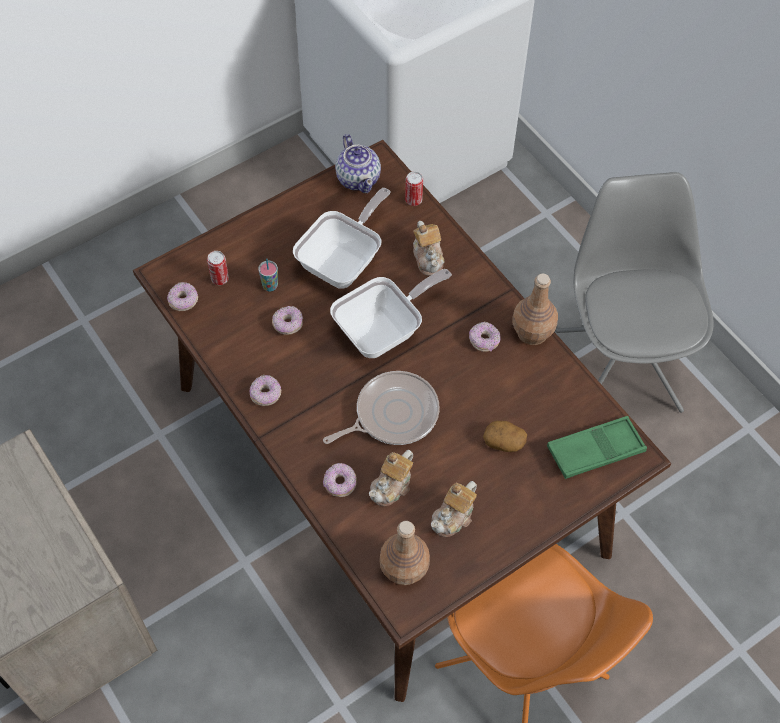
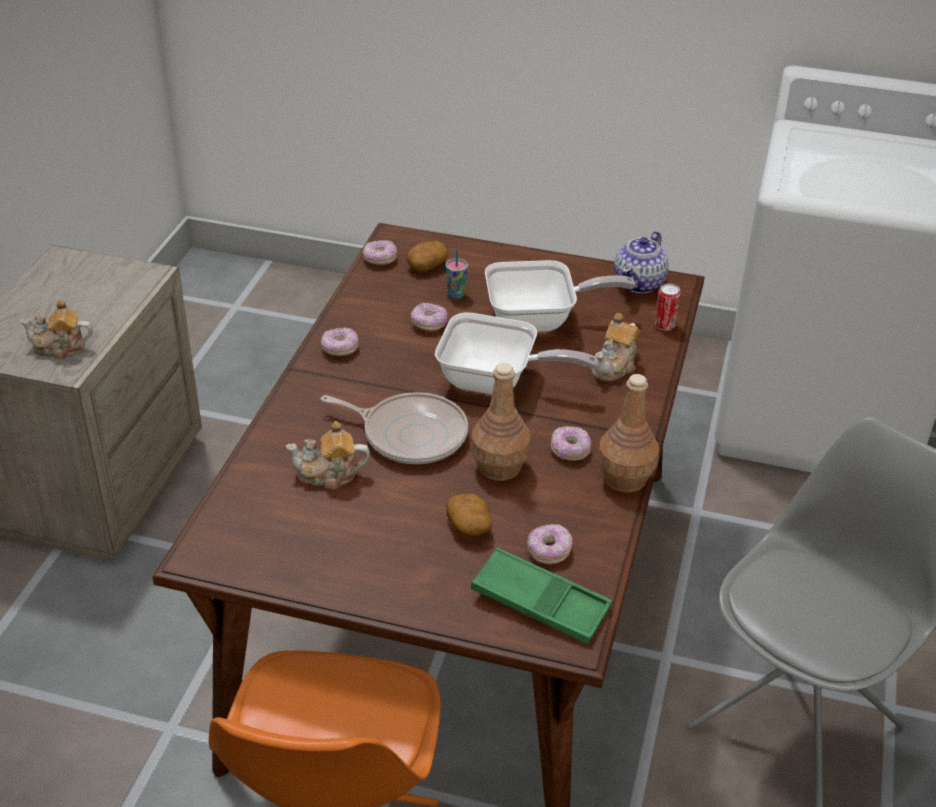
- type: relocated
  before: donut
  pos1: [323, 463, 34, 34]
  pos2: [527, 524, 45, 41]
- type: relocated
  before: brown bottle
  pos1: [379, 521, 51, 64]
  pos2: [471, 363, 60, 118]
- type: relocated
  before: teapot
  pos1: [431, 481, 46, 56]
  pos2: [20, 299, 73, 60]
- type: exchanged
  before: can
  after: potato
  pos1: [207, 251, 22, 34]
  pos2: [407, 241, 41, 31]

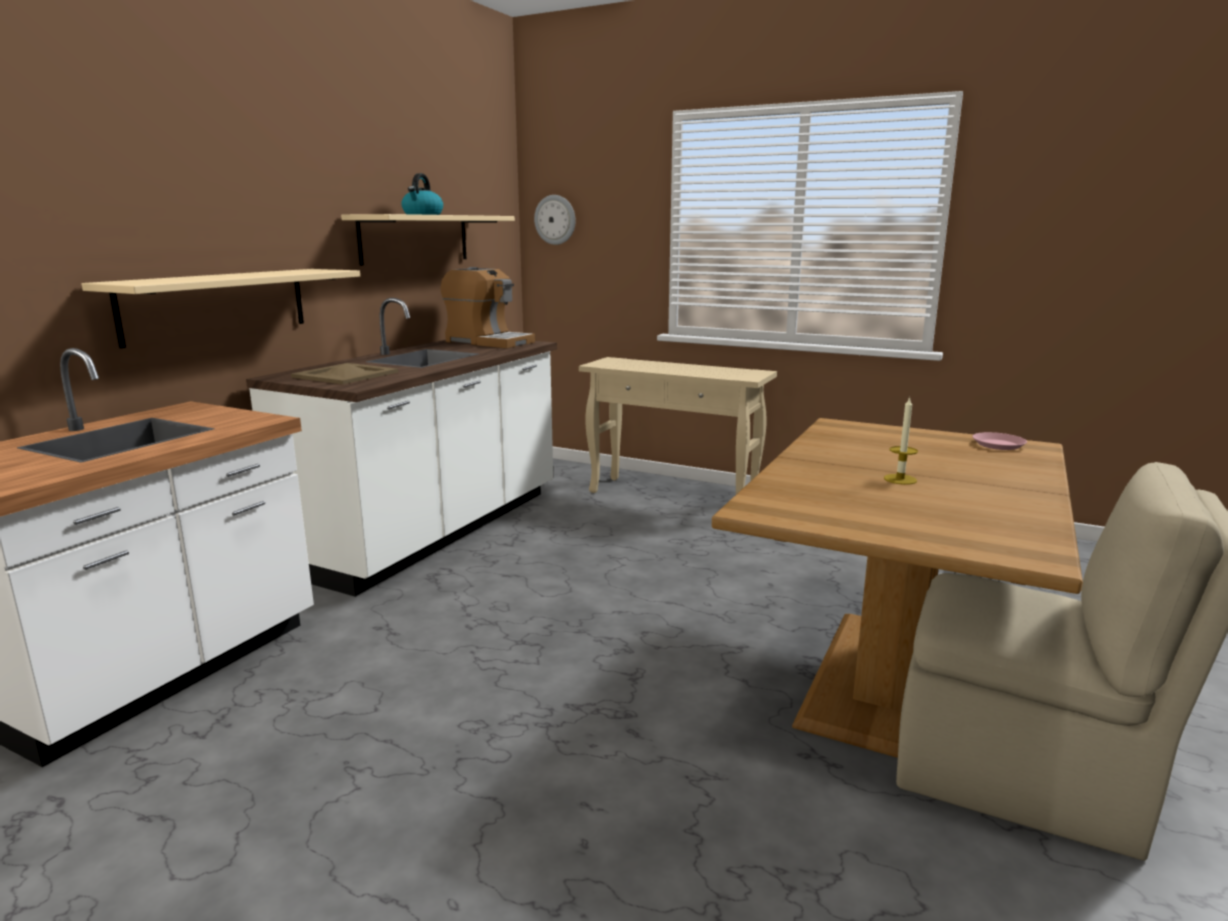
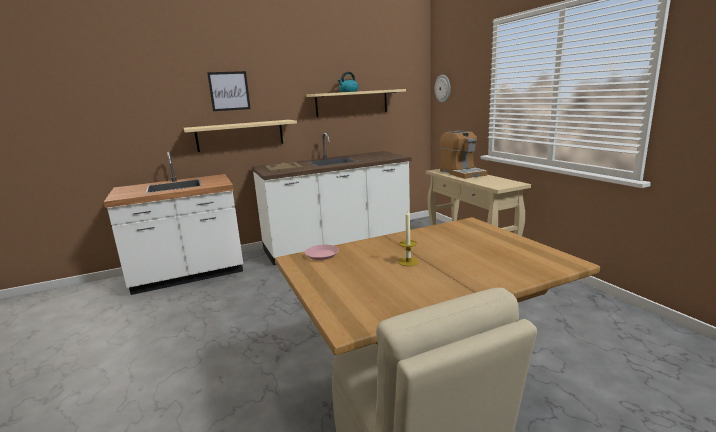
- type: appeared
  after: picture
  pos2: [207, 71, 44, 40]
- type: relocated
  before: coffee machine
  pos1: [441, 267, 94, 81]
  pos2: [439, 131, 48, 48]
- type: relocated
  before: pink plate
  pos1: [972, 432, 55, 18]
  pos2: [304, 245, 35, 15]

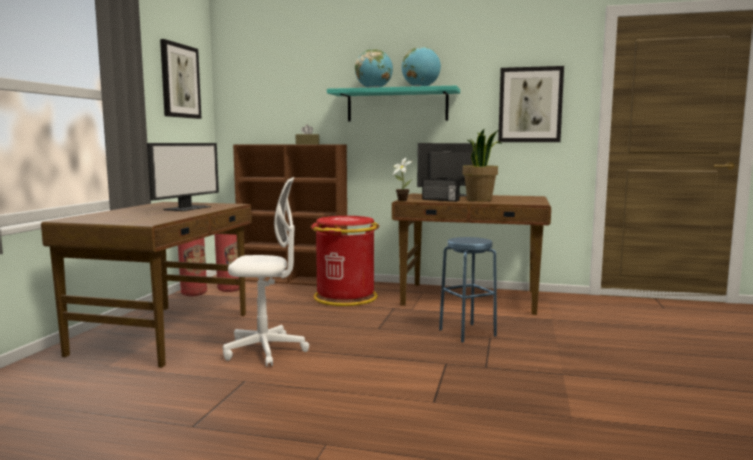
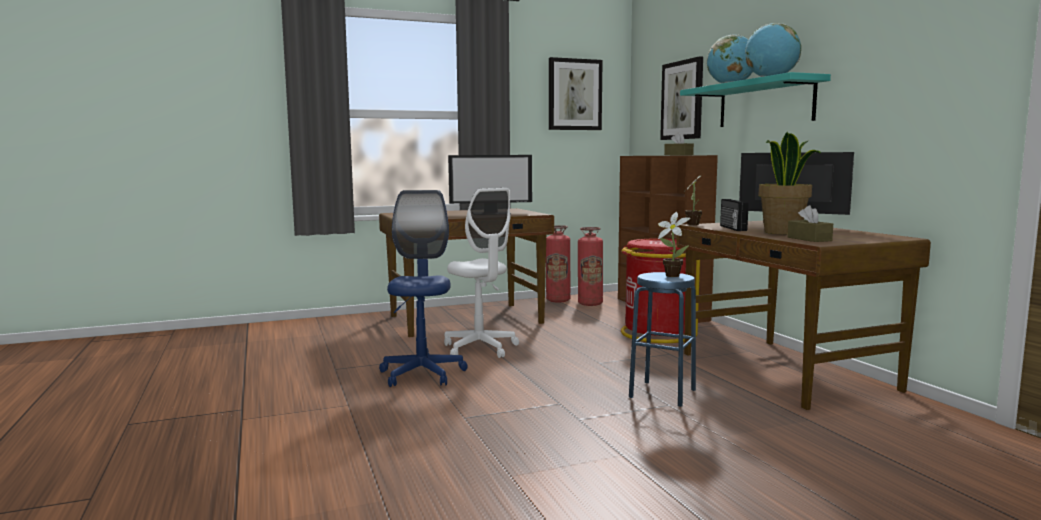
- type: appeared
  after: blue office chair
  pos2: [379, 190, 89, 197]
- type: appeared
  after: potted plant
  pos2: [658, 212, 32, 65]
- type: appeared
  after: brown tissue box
  pos2: [787, 205, 46, 37]
- type: relocated
  before: picture
  pos1: [498, 66, 66, 76]
  pos2: [660, 56, 43, 84]

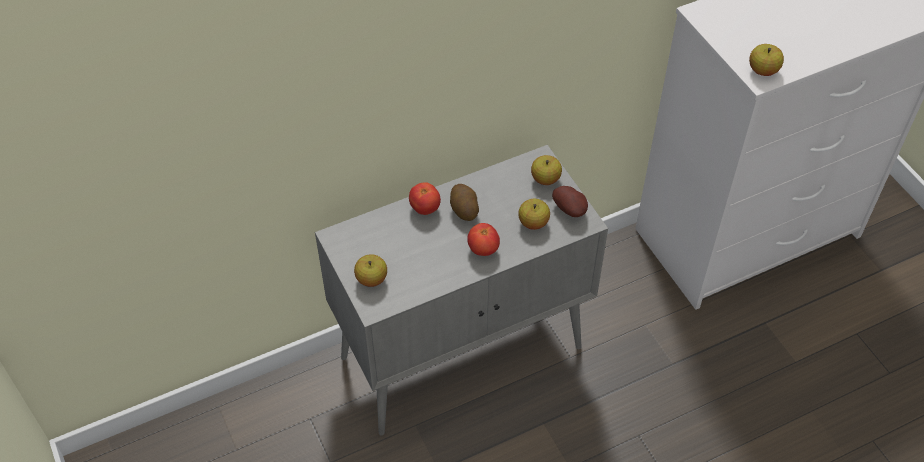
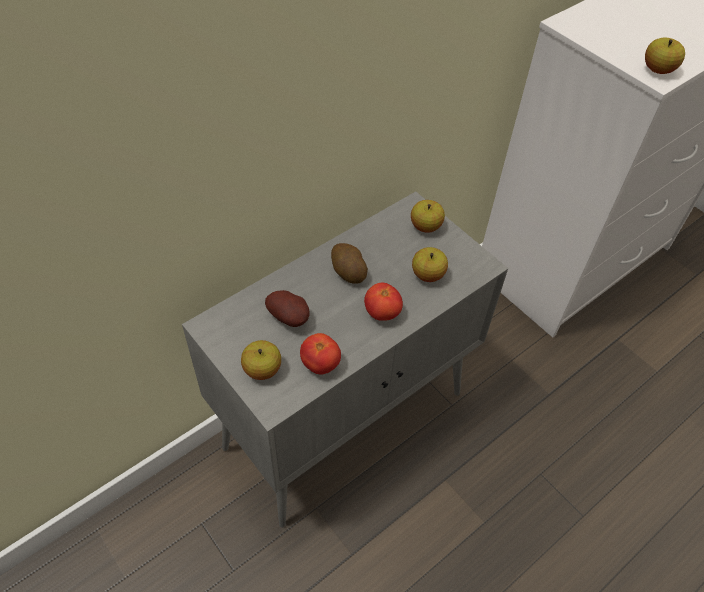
- type: relocated
  before: tomato
  pos1: [409, 182, 32, 33]
  pos2: [300, 333, 41, 42]
- type: relocated
  before: potato
  pos1: [552, 186, 36, 31]
  pos2: [265, 290, 45, 37]

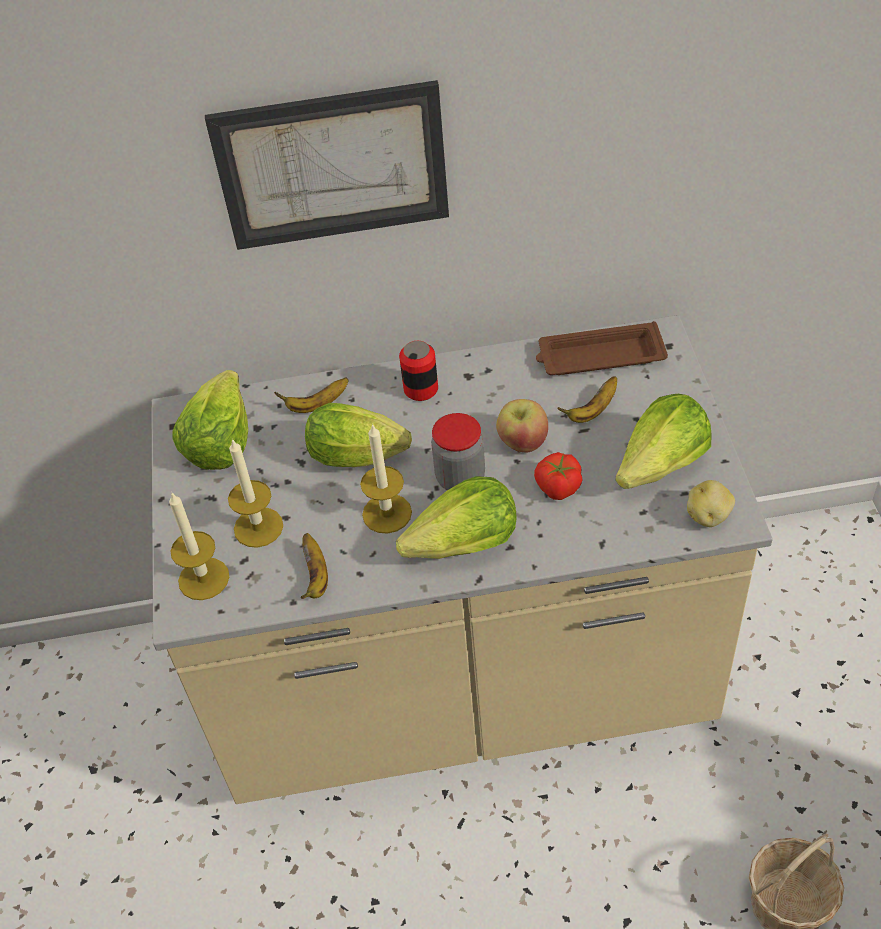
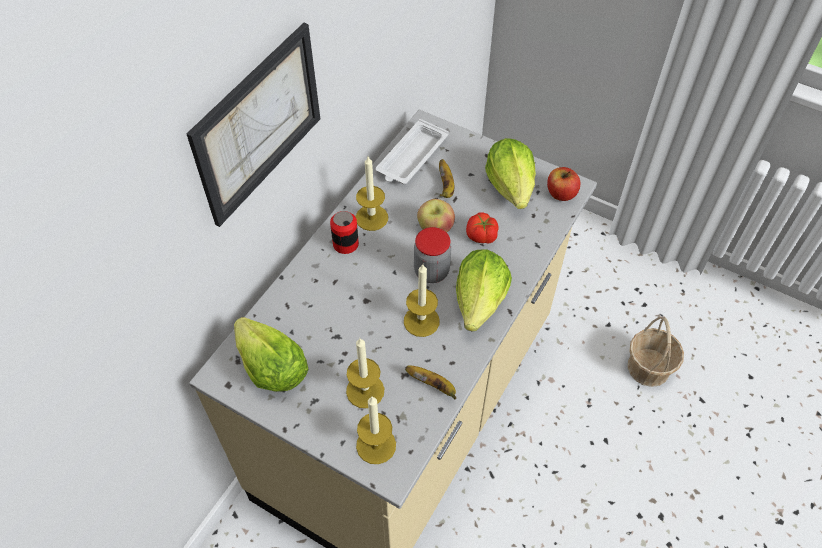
- type: missing
  before: banana
  pos1: [274, 378, 75, 35]
- type: missing
  before: lettuce
  pos1: [305, 403, 107, 64]
- type: appeared
  after: candle
  pos2: [356, 157, 32, 74]
- type: exchanged
  before: potato
  after: apple
  pos1: [687, 480, 48, 47]
  pos2: [547, 167, 33, 34]
- type: colour
  before: brown tray
  after: white tray
  pos1: [536, 321, 132, 54]
  pos2: [376, 119, 73, 65]

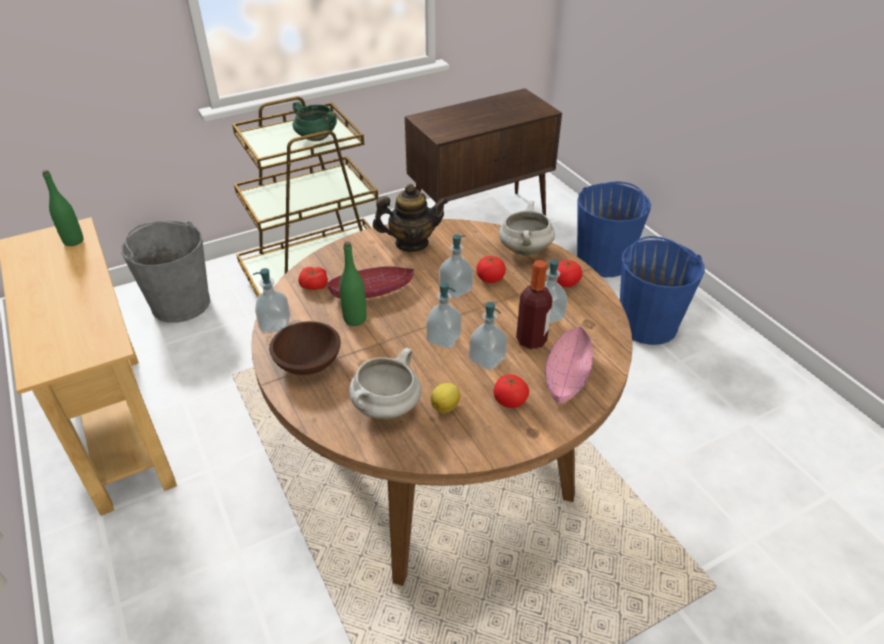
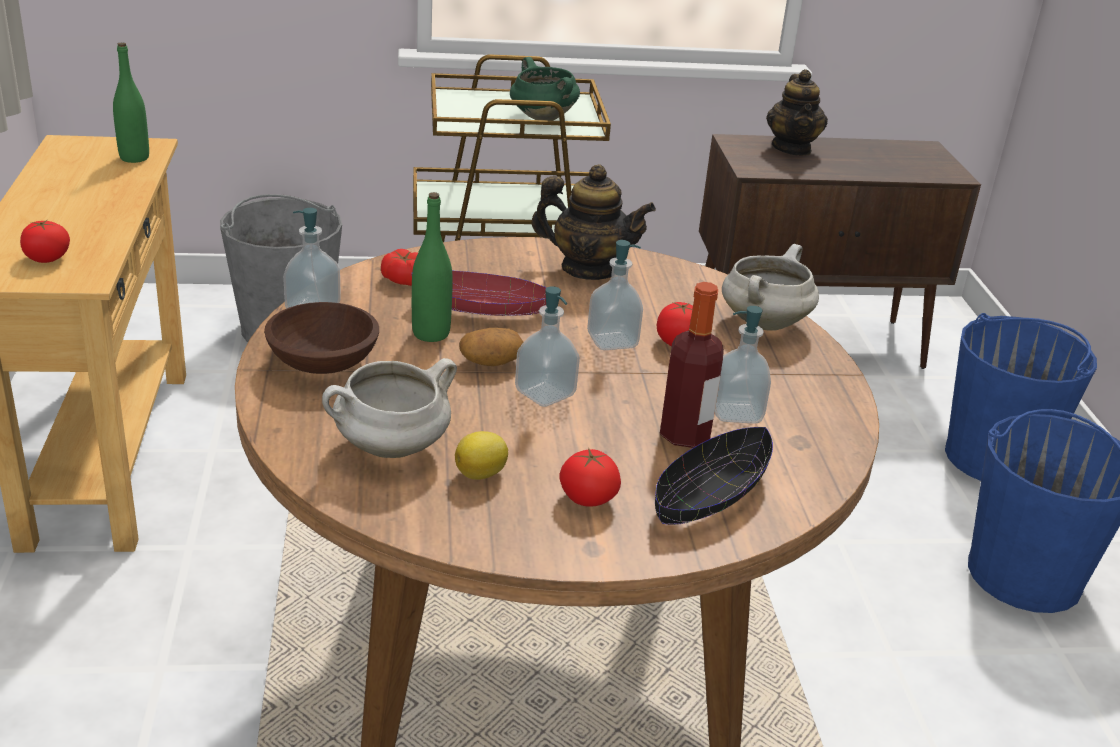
- type: missing
  before: soap dispenser
  pos1: [469, 302, 39, 68]
- type: appeared
  after: potato
  pos2: [459, 328, 65, 38]
- type: appeared
  after: teapot
  pos2: [766, 69, 62, 87]
- type: relocated
  before: tomato
  pos1: [557, 260, 25, 27]
  pos2: [20, 220, 50, 43]
- type: colour
  before: pink bowl
  after: black bowl
  pos1: [545, 326, 48, 78]
  pos2: [655, 427, 118, 98]

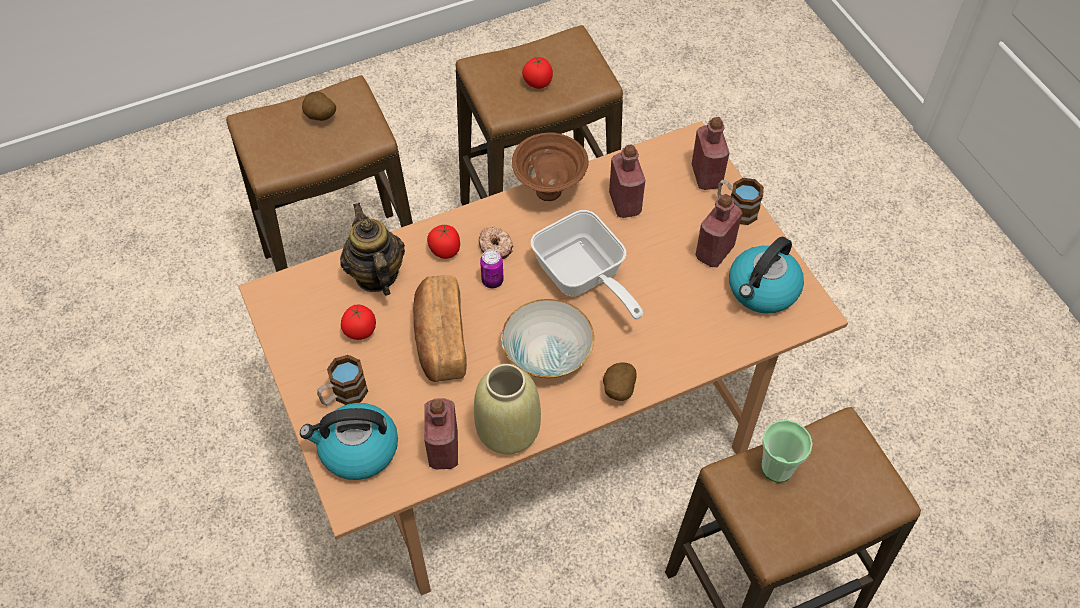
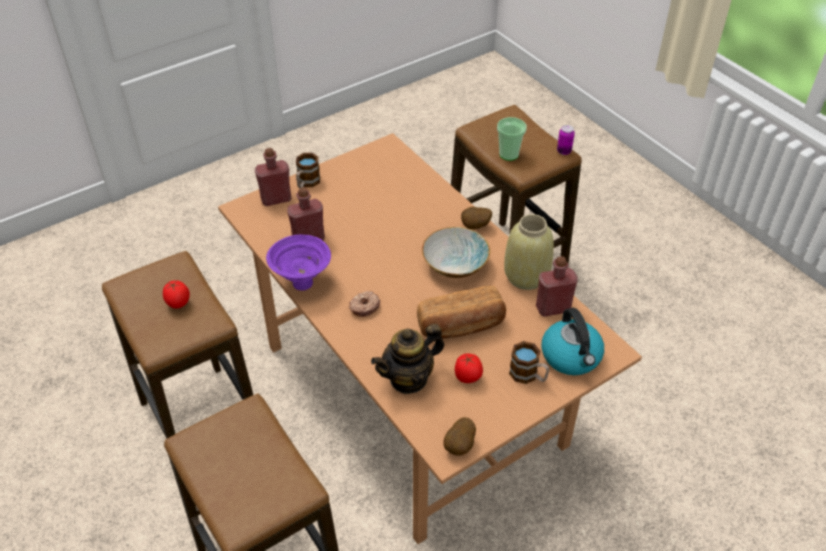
- type: missing
  before: tomato
  pos1: [427, 225, 33, 34]
- type: missing
  before: frying pan
  pos1: [531, 210, 112, 109]
- type: missing
  before: red bottle
  pos1: [696, 194, 46, 73]
- type: missing
  before: kettle
  pos1: [729, 236, 75, 78]
- type: relocated
  before: potato
  pos1: [302, 91, 34, 30]
  pos2: [443, 417, 33, 38]
- type: relocated
  before: can
  pos1: [480, 249, 24, 39]
  pos2: [557, 125, 18, 30]
- type: colour
  before: brown bowl
  after: purple bowl
  pos1: [512, 132, 77, 69]
  pos2: [266, 235, 65, 56]

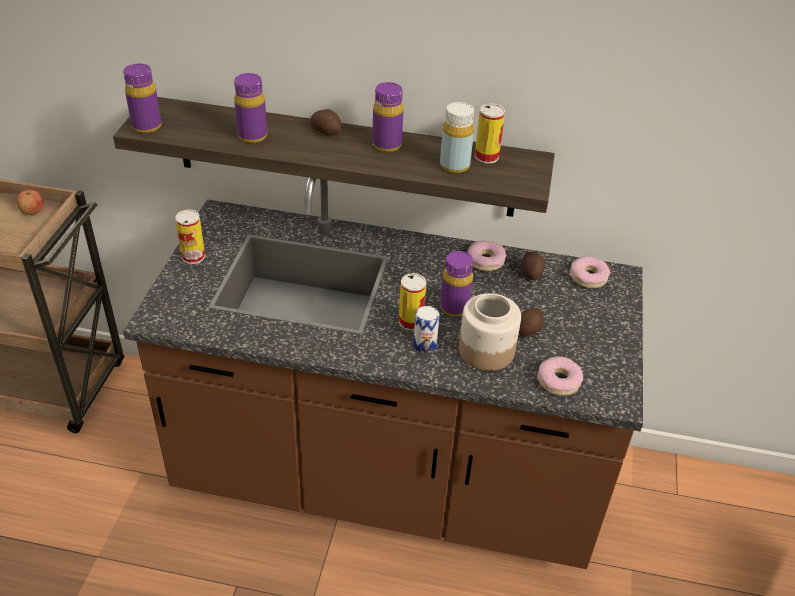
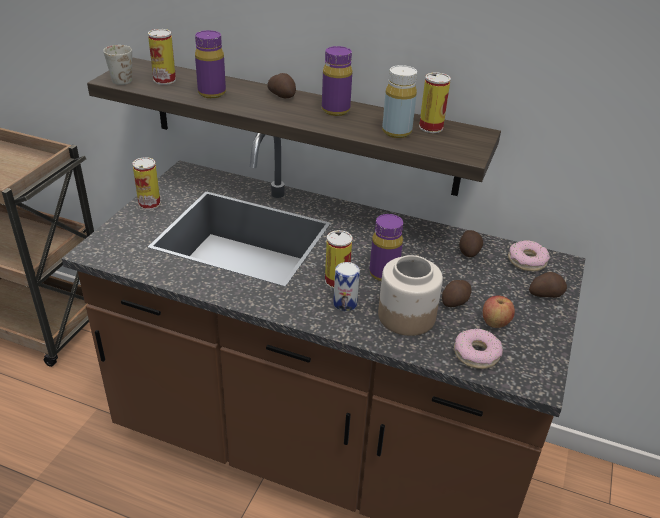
- type: missing
  before: donut
  pos1: [467, 241, 39, 30]
- type: appeared
  after: can
  pos2: [148, 29, 28, 56]
- type: appeared
  after: potato
  pos2: [529, 272, 38, 26]
- type: relocated
  before: apple
  pos1: [17, 189, 27, 26]
  pos2: [483, 296, 32, 32]
- type: exchanged
  before: purple bottle
  after: white mug
  pos1: [123, 64, 39, 69]
  pos2: [103, 45, 29, 40]

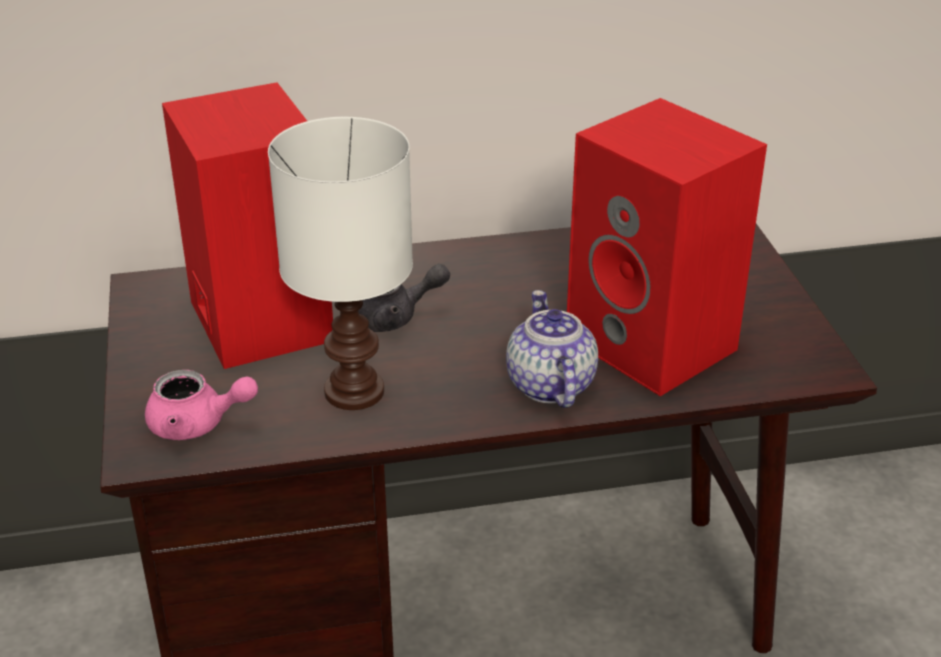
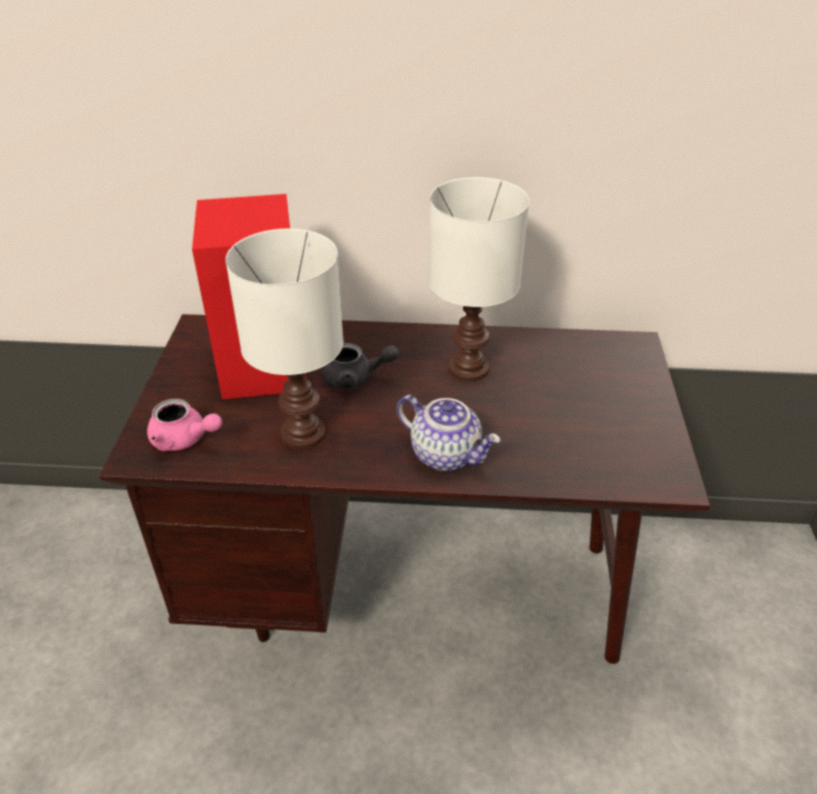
- type: missing
  before: red speaker
  pos1: [567, 98, 200, 298]
- type: appeared
  after: white table lamp
  pos2: [429, 177, 100, 204]
- type: spun
  before: teapot
  pos1: [506, 290, 92, 118]
  pos2: [397, 395, 104, 76]
  turn: 120

